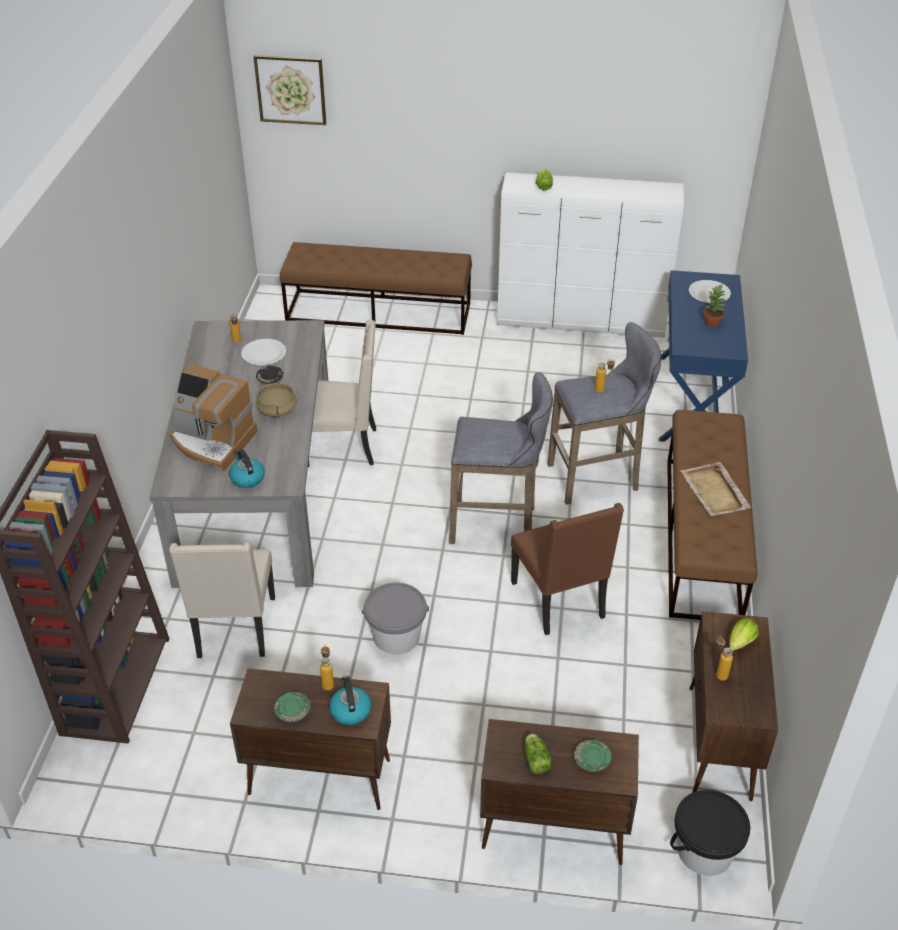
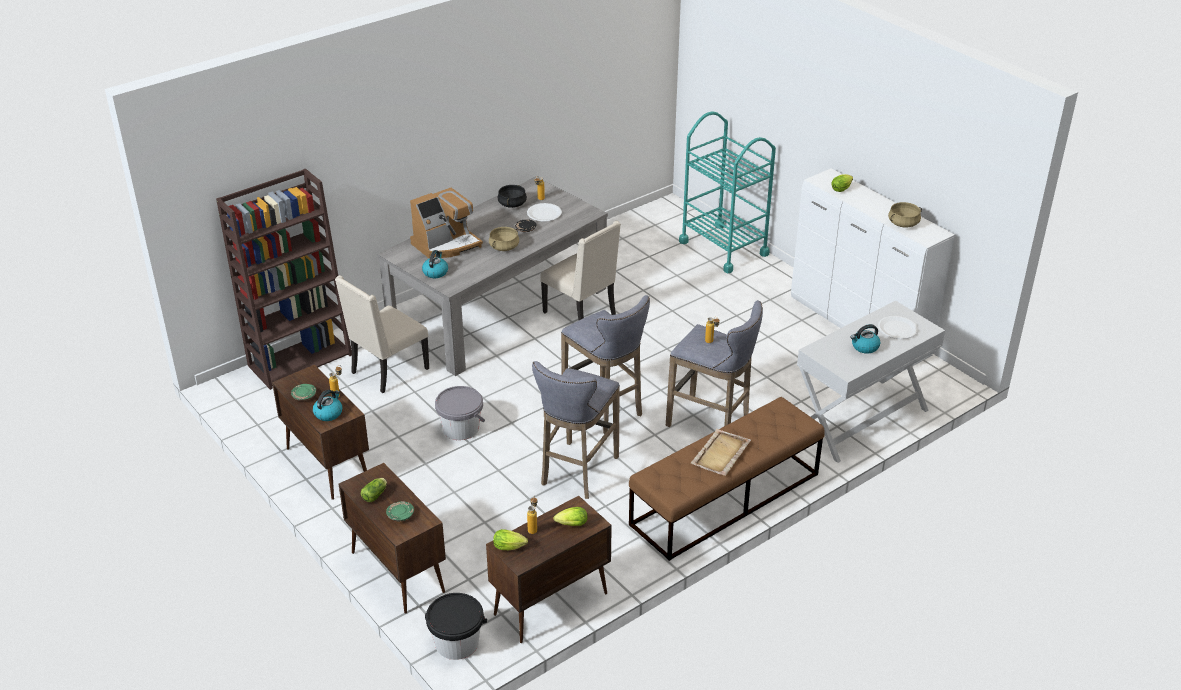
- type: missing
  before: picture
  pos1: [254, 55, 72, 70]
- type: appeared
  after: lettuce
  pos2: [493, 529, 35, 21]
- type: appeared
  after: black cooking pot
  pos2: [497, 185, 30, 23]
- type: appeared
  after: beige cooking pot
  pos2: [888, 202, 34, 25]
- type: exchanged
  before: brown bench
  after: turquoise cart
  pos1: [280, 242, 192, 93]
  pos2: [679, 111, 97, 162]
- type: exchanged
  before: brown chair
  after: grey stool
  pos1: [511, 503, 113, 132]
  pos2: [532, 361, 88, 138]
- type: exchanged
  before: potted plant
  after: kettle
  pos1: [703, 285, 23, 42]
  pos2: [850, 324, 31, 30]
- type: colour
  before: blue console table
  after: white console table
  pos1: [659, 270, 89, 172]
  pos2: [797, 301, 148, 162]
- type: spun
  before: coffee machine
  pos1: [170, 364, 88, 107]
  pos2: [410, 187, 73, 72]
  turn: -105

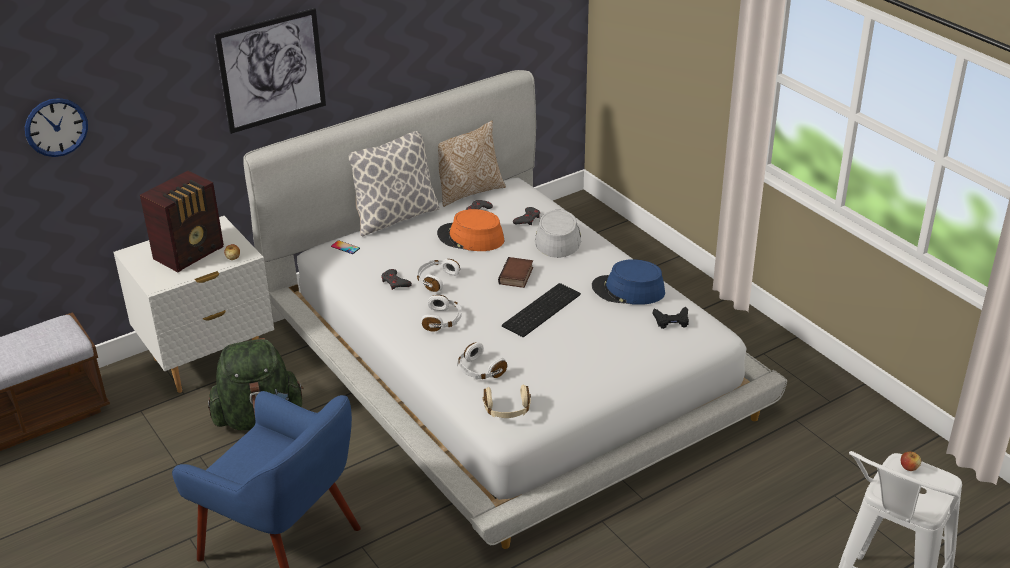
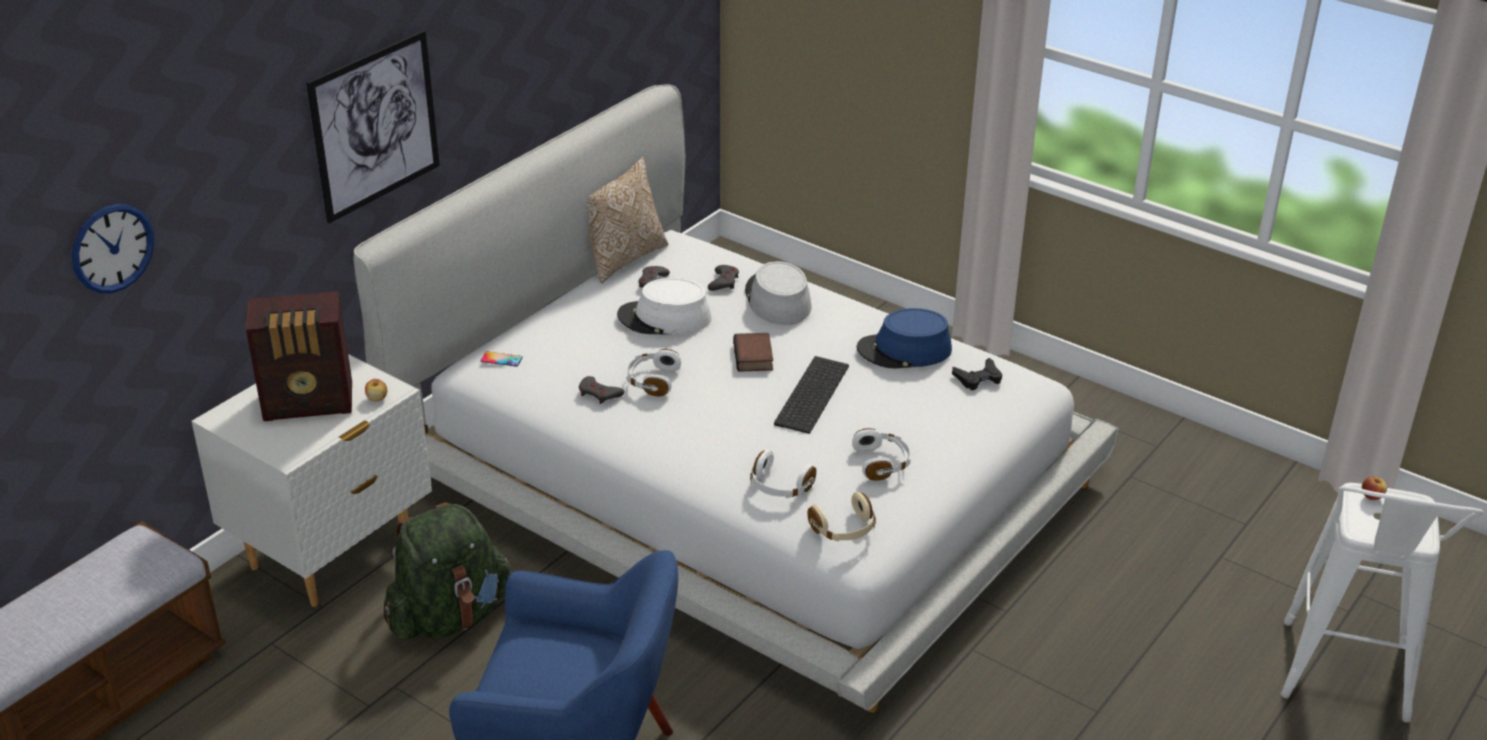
- type: missing
  before: pillow
  pos1: [349, 131, 91, 105]
- type: relocated
  before: white headphones
  pos1: [421, 295, 41, 36]
  pos2: [852, 428, 58, 53]
- type: colour
  before: orange hat
  after: white hat
  pos1: [437, 209, 67, 42]
  pos2: [617, 278, 95, 57]
- type: spun
  before: radio
  pos1: [140, 171, 84, 102]
  pos2: [246, 291, 106, 130]
  turn: 60

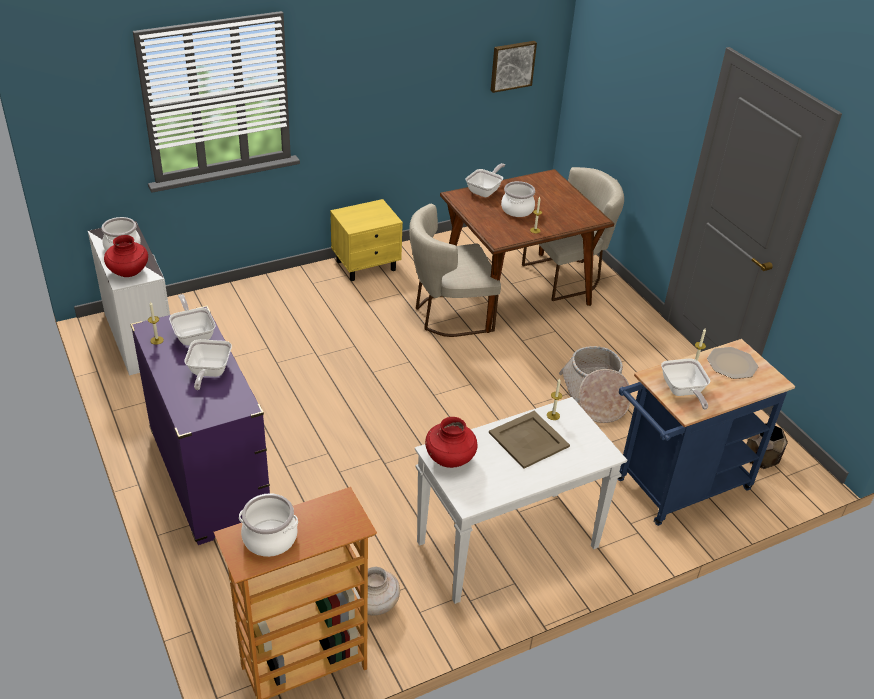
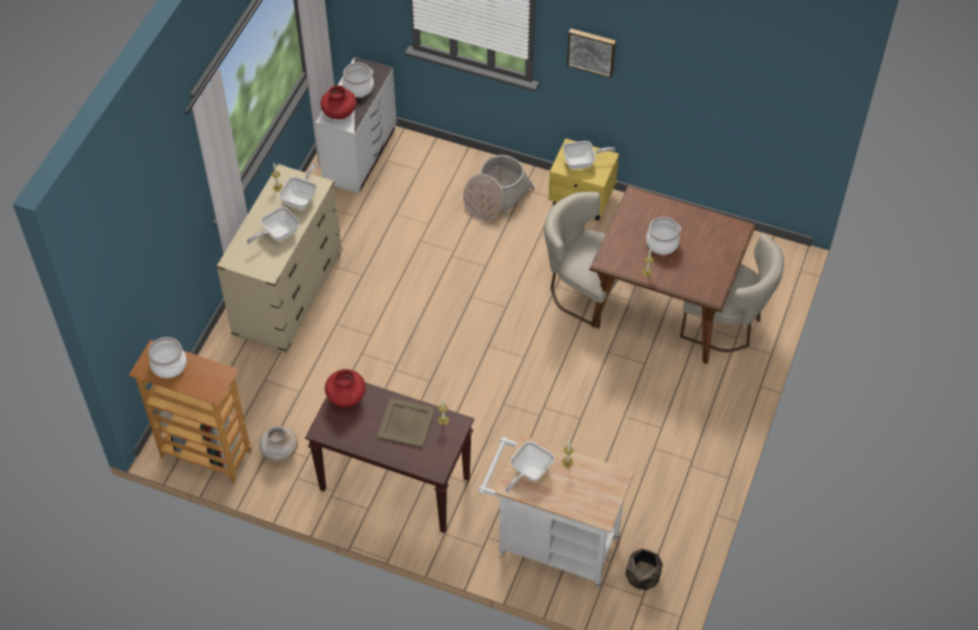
- type: missing
  before: plate
  pos1: [707, 347, 51, 32]
- type: relocated
  before: frying pan
  pos1: [465, 163, 40, 34]
  pos2: [563, 141, 52, 28]
- type: relocated
  before: picture
  pos1: [491, 41, 46, 52]
  pos2: [567, 28, 49, 50]
- type: relocated
  before: basket
  pos1: [559, 346, 72, 77]
  pos2: [463, 155, 72, 66]
- type: colour
  before: purple dresser
  after: beige dresser
  pos1: [130, 305, 140, 240]
  pos2: [216, 164, 126, 189]
- type: colour
  before: white console table
  after: brown console table
  pos1: [415, 397, 212, 207]
  pos2: [305, 382, 169, 151]
- type: colour
  before: blue cart
  after: white cart
  pos1: [618, 339, 177, 187]
  pos2: [478, 434, 156, 154]

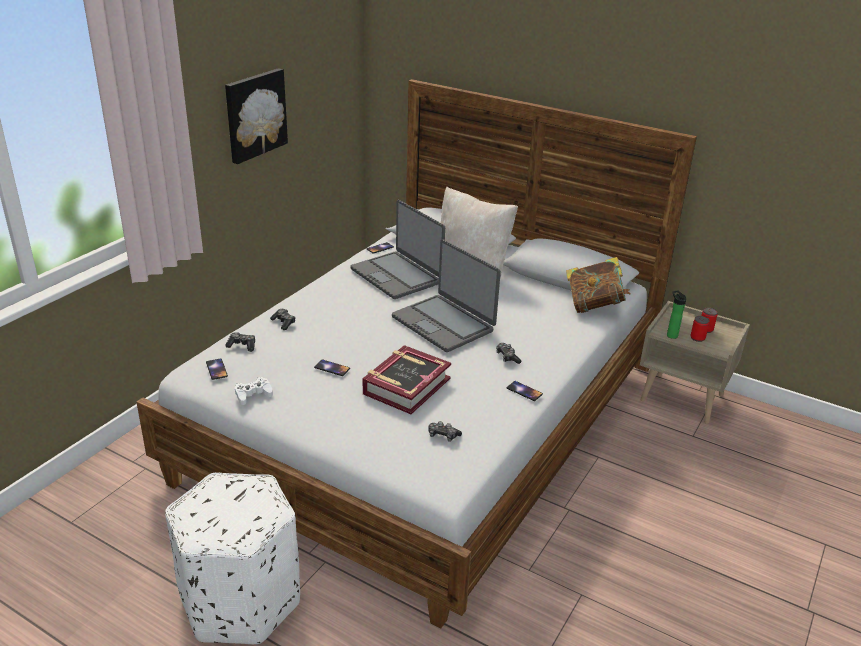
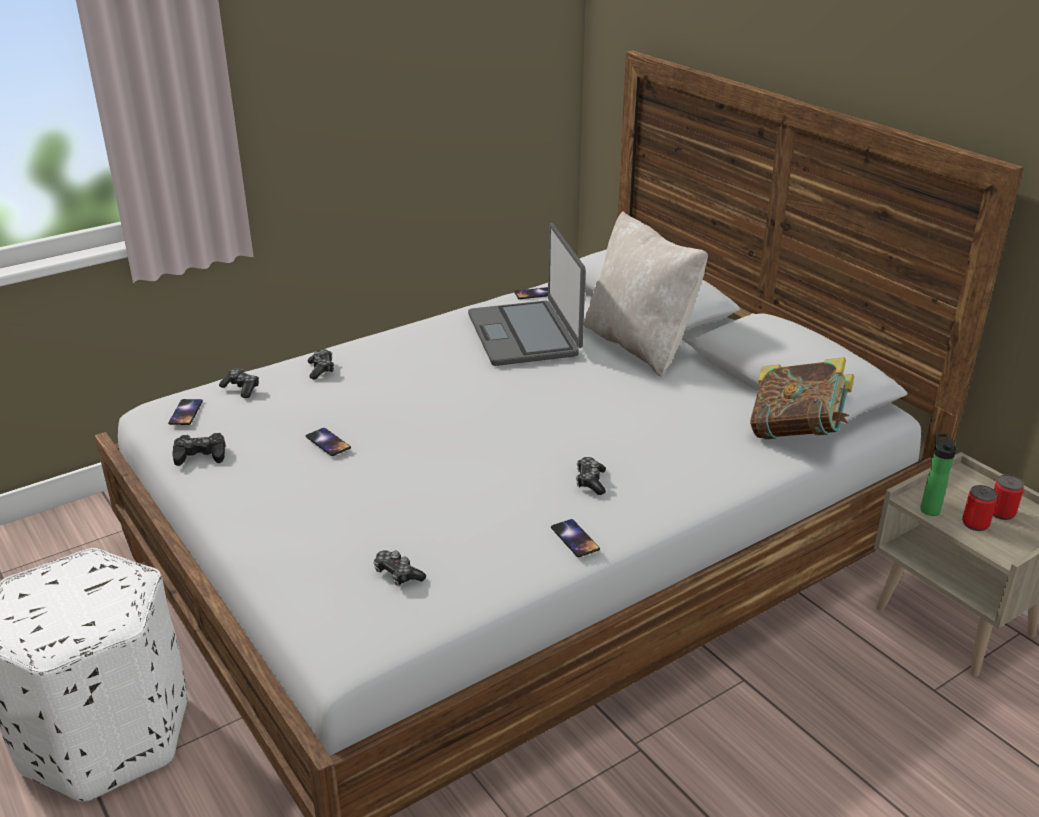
- type: missing
  before: picture
  pos1: [225, 68, 63, 96]
- type: missing
  before: book
  pos1: [363, 345, 88, 69]
- type: missing
  before: laptop
  pos1: [392, 239, 109, 113]
- type: colour
  before: white game controller
  after: black game controller
  pos1: [235, 377, 38, 28]
  pos2: [172, 433, 54, 33]

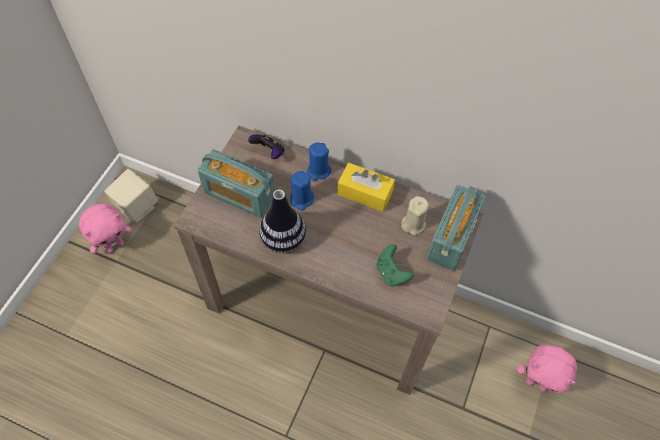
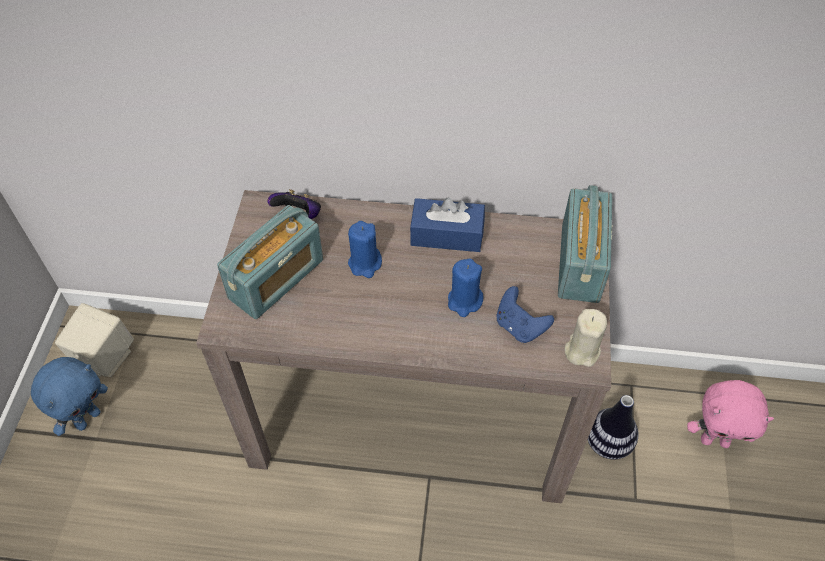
- type: relocated
  before: vase
  pos1: [259, 189, 47, 64]
  pos2: [588, 395, 50, 65]
- type: relocated
  before: blue candle
  pos1: [306, 143, 25, 38]
  pos2: [448, 258, 35, 59]
- type: relocated
  before: beige candle
  pos1: [401, 196, 28, 39]
  pos2: [565, 309, 42, 58]
- type: colour
  before: pink plush toy
  after: blue plush toy
  pos1: [79, 203, 52, 51]
  pos2: [31, 357, 77, 79]
- type: colour
  before: yellow tissue box
  after: blue tissue box
  pos1: [337, 163, 58, 49]
  pos2: [410, 197, 75, 55]
- type: colour
  before: green game controller
  after: blue game controller
  pos1: [376, 244, 38, 42]
  pos2: [496, 286, 58, 57]
- type: spun
  before: radio
  pos1: [198, 149, 76, 69]
  pos2: [217, 205, 106, 114]
  turn: -60

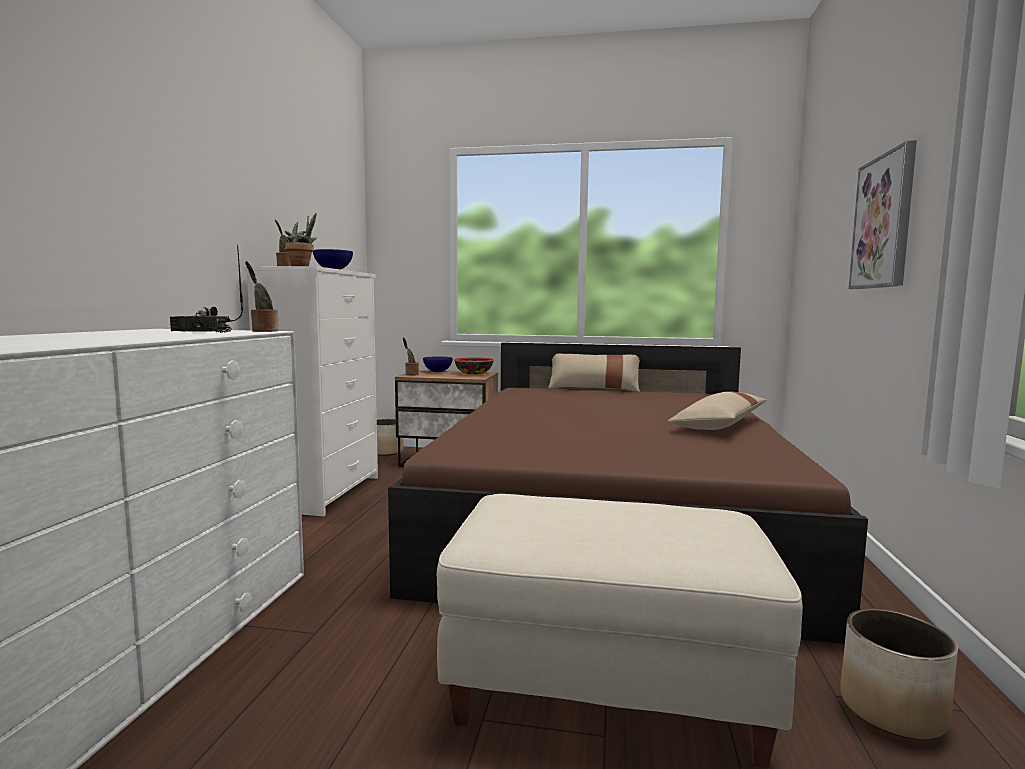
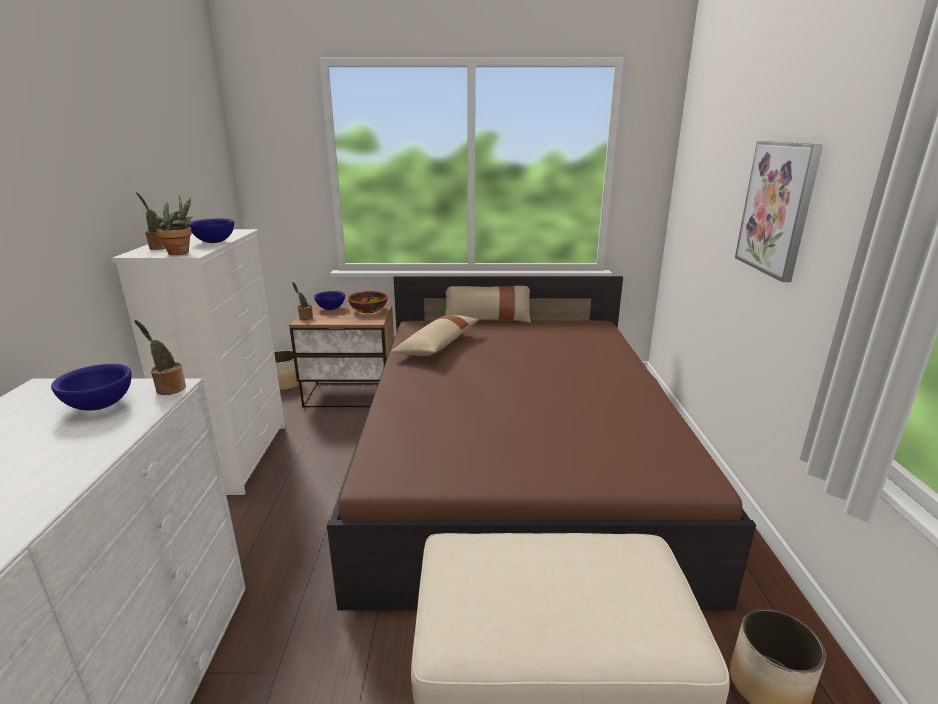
- type: relocated
  before: beige pillow
  pos1: [668, 392, 99, 38]
  pos2: [391, 315, 88, 41]
- type: exchanged
  before: radio
  after: blue bowl
  pos1: [170, 245, 73, 88]
  pos2: [51, 364, 81, 47]

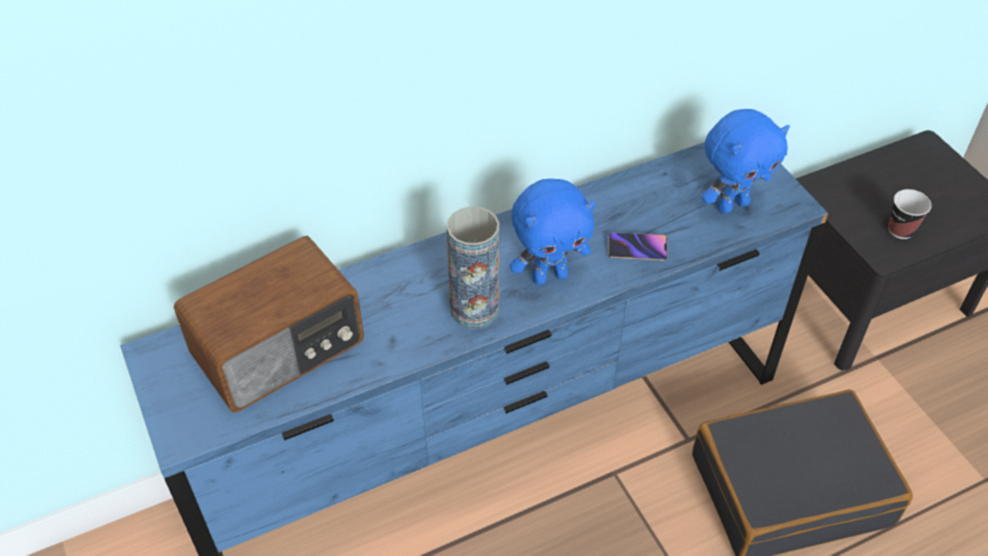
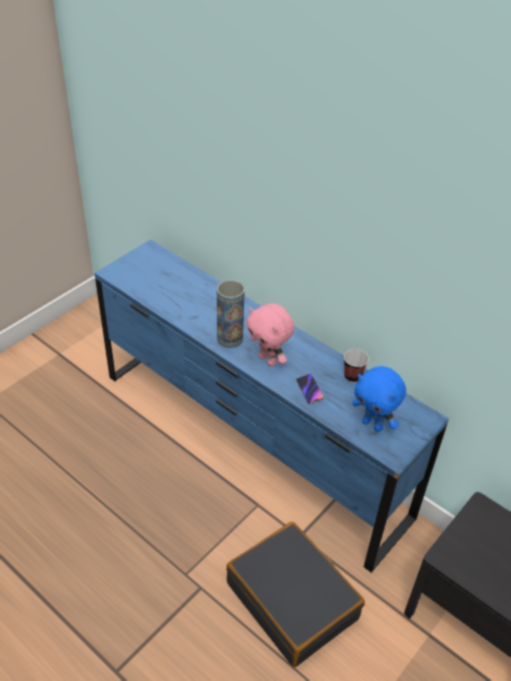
- type: missing
  before: radio
  pos1: [174, 236, 190, 177]
- type: relocated
  before: cup
  pos1: [888, 189, 44, 50]
  pos2: [344, 349, 25, 34]
- type: colour
  before: blue plush toy
  after: pink plush toy
  pos1: [510, 179, 86, 106]
  pos2: [246, 303, 48, 64]

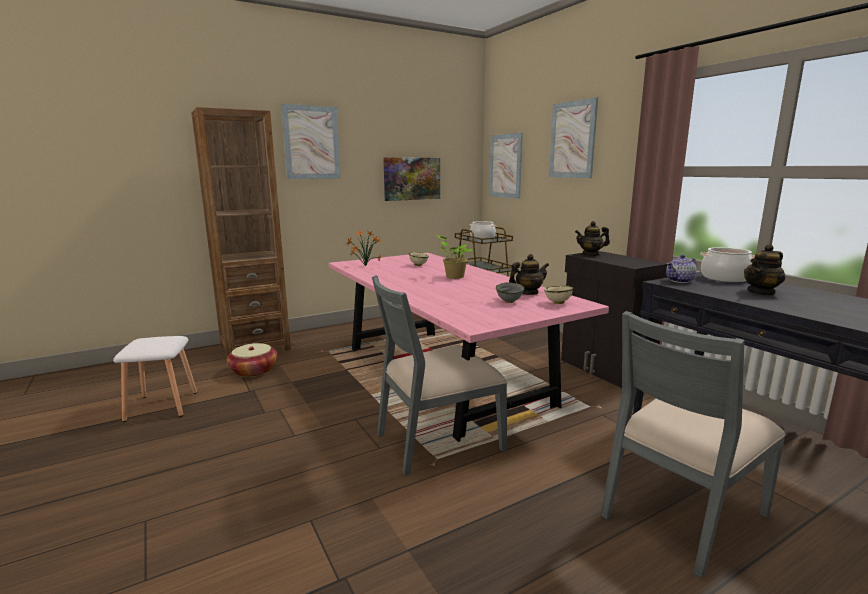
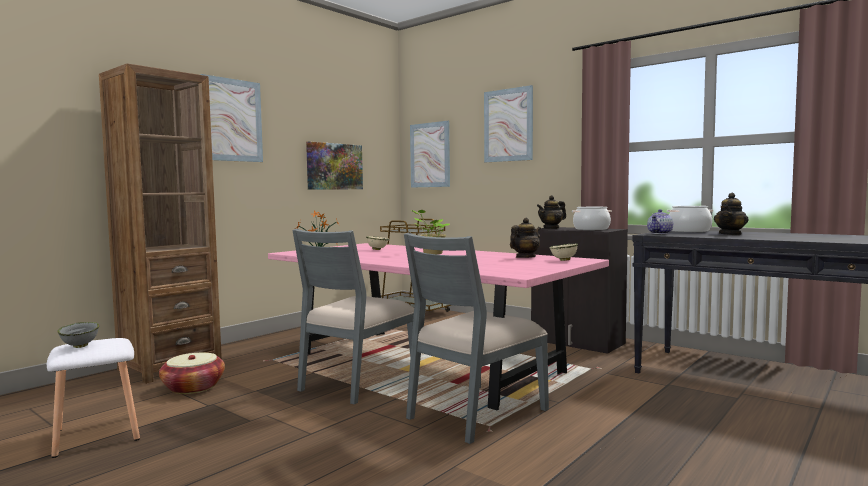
- type: relocated
  before: cooking pot
  pos1: [469, 221, 27, 19]
  pos2: [572, 207, 40, 23]
- type: relocated
  before: grey bowl
  pos1: [496, 283, 29, 20]
  pos2: [57, 322, 42, 26]
- type: relocated
  before: grey chair
  pos1: [601, 311, 185, 267]
  pos2: [292, 229, 122, 176]

